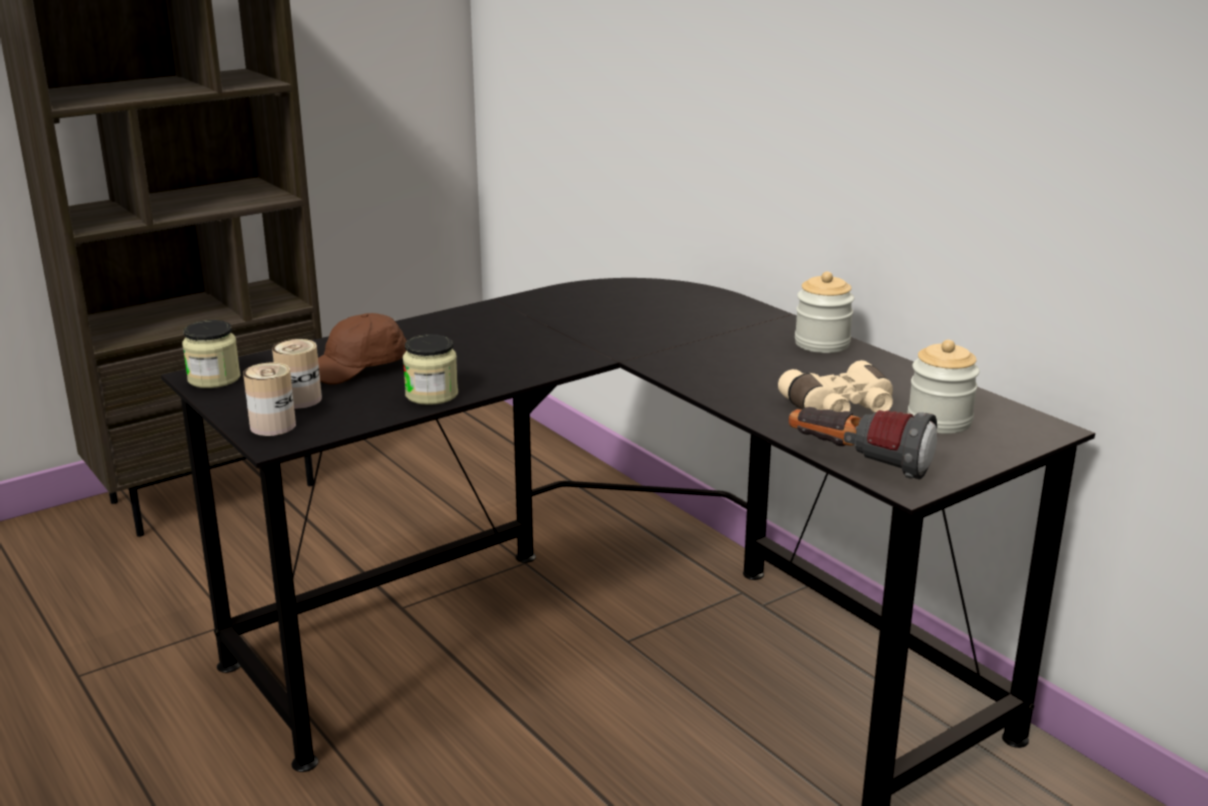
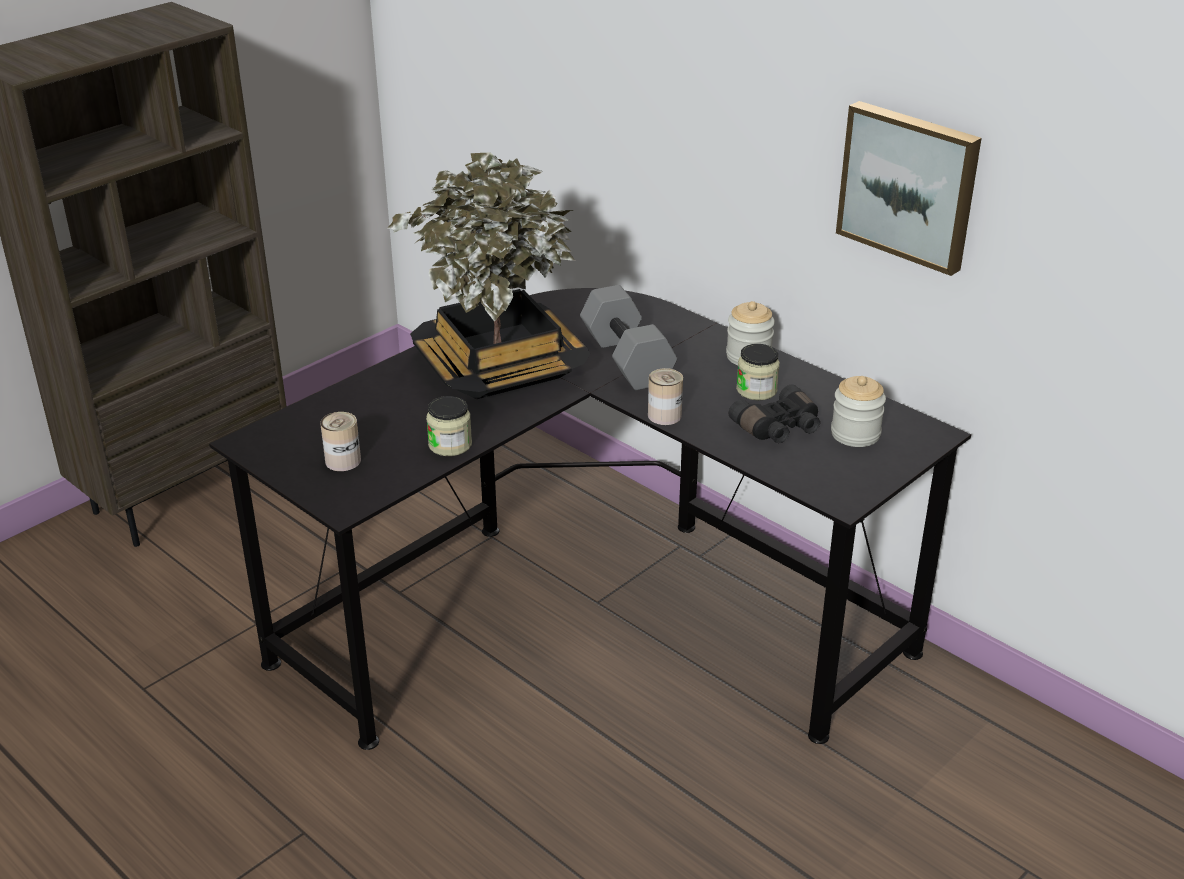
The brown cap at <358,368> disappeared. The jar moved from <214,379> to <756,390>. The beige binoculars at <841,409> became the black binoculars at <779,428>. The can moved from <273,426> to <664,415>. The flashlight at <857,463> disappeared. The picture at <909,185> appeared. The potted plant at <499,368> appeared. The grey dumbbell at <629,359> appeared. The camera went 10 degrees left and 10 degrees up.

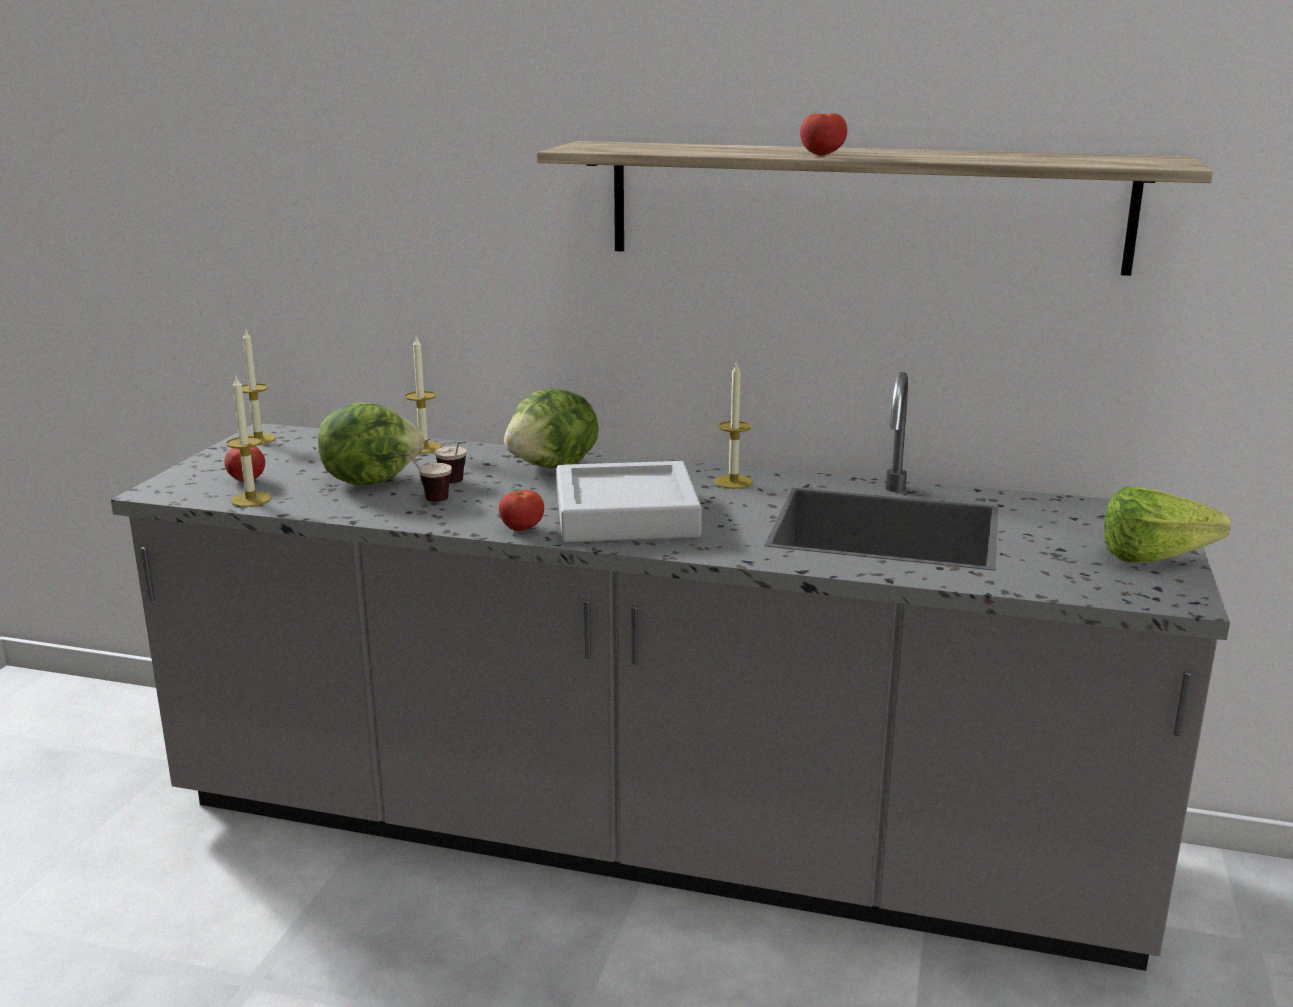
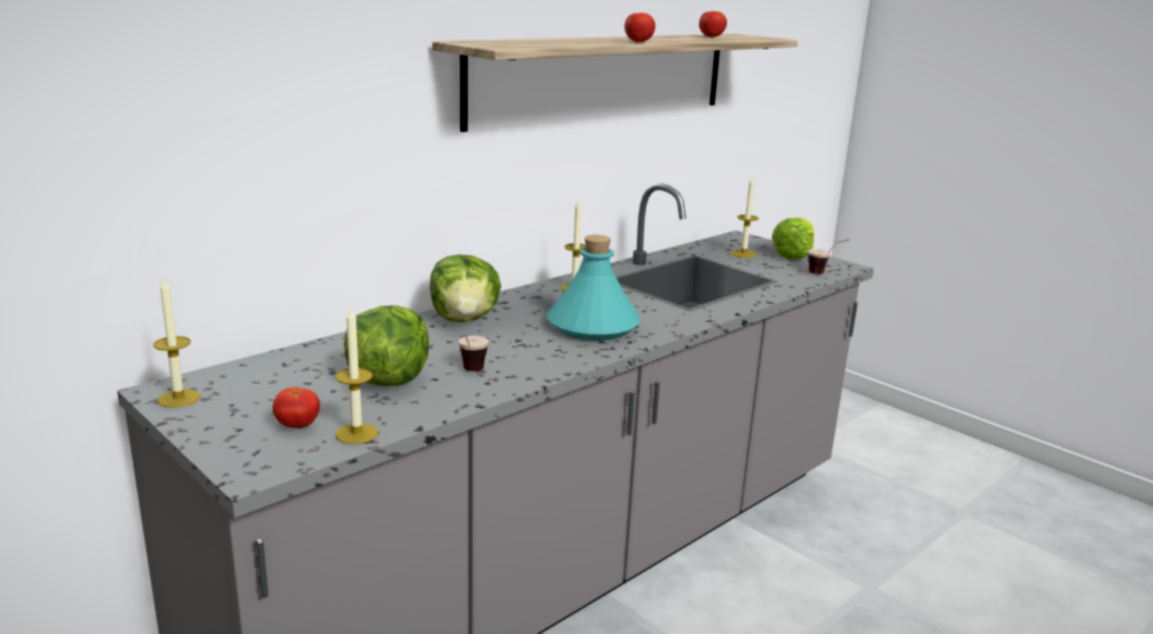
The candle moved from <423,447> to <743,254>. The cup moved from <457,484> to <825,272>. The grey tray at <626,515> was replaced by the turquoise bottle at <593,326>. The tomato moved from <522,529> to <711,37>. The camera went 60 degrees left and 0 degrees up.

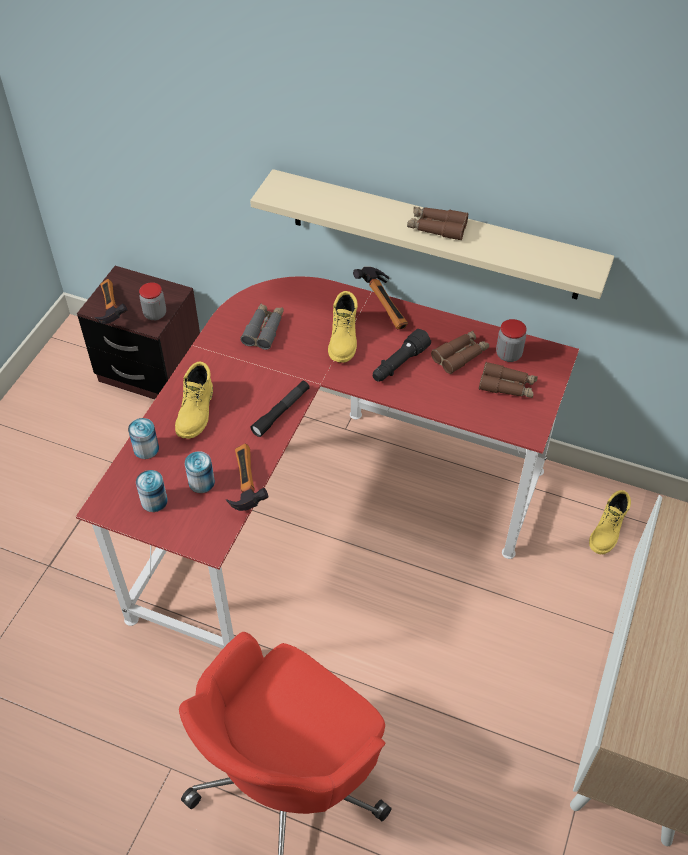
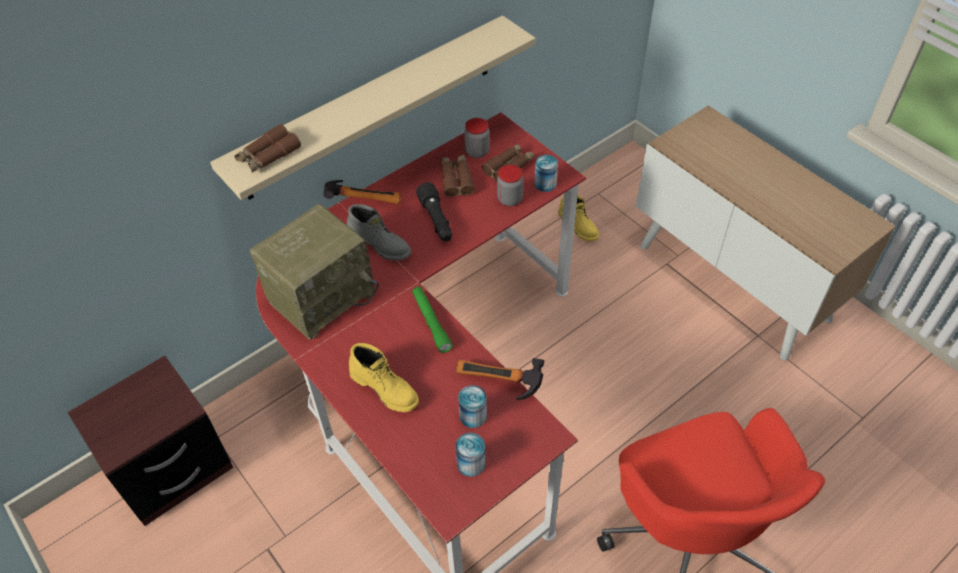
The brown binoculars moved from <436,228> to <268,156>. The hammer at <108,310> disappeared. The jar moved from <155,314> to <510,199>. The yellow boot at <344,340> became the grey boot at <380,244>. The grey binoculars at <264,330> was replaced by the radio at <322,296>. The black flashlight at <281,412> became the green flashlight at <431,322>. The can moved from <146,449> to <545,184>. The camera went 60 degrees left and 0 degrees up.

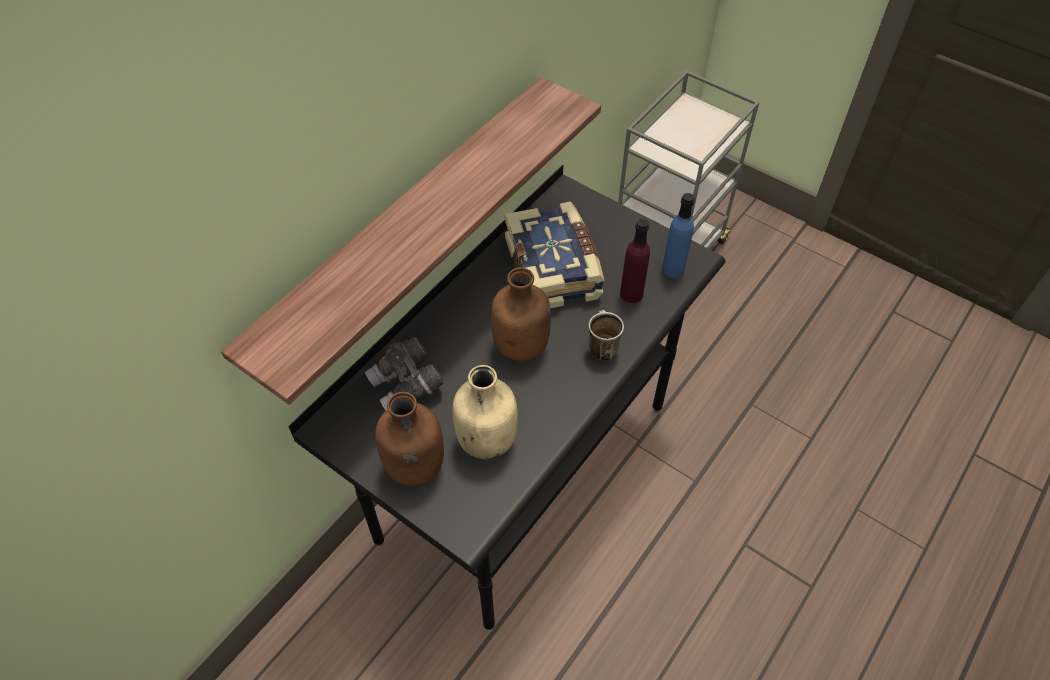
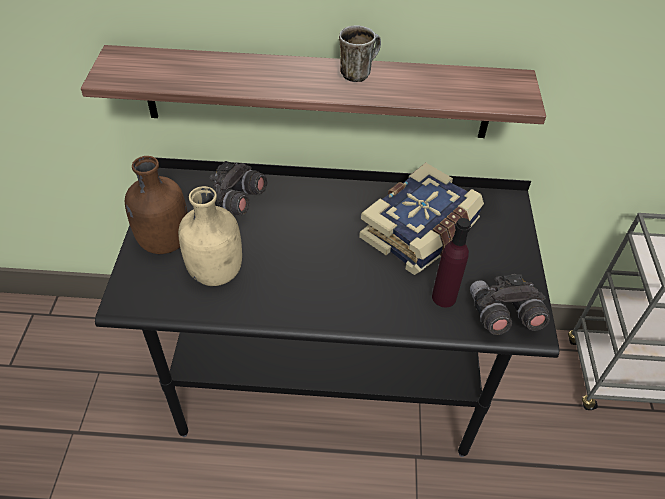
The blue bottle at <673,269> was replaced by the grey binoculars at <502,315>. The brown bottle at <522,346> disappeared. The mug moved from <601,346> to <358,72>. The camera went 55 degrees right and 5 degrees down.

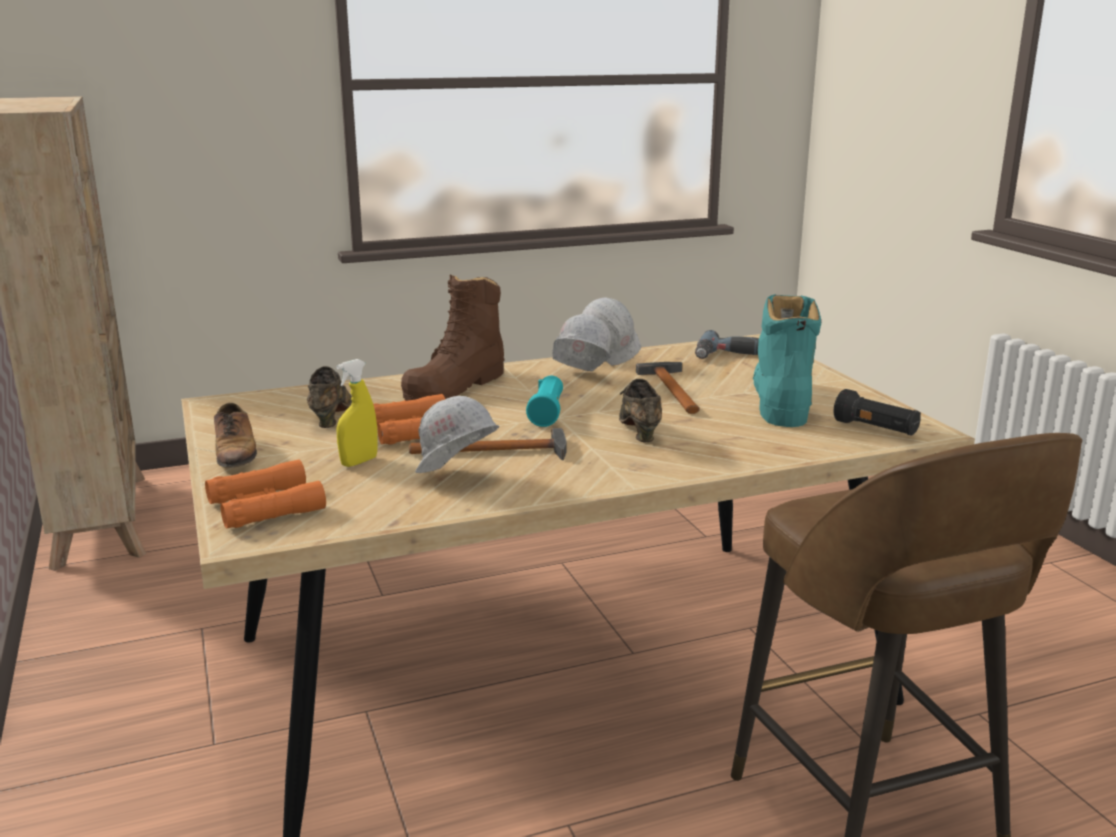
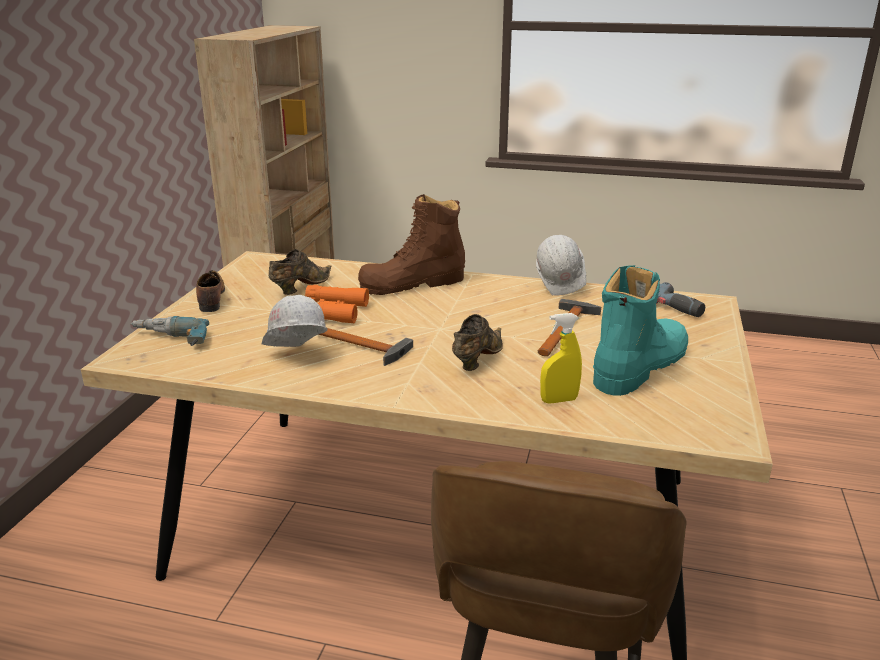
The white hard hat at <579,378> disappeared. The yellow spray bottle moved from <359,462> to <559,400>. The turquoise flashlight at <547,413> disappeared. The black flashlight at <876,429> disappeared. The shoe at <235,453> turned 150 degrees clockwise. The orange binoculars at <266,506> was replaced by the power drill at <167,341>. The camera went 35 degrees right and 5 degrees up.

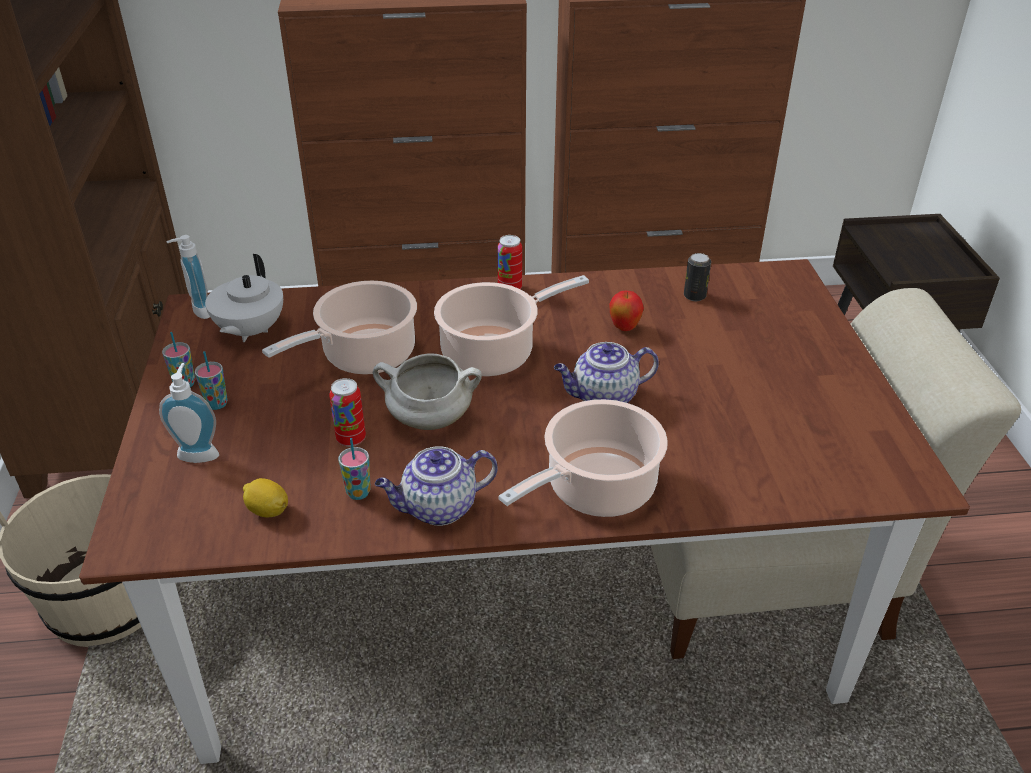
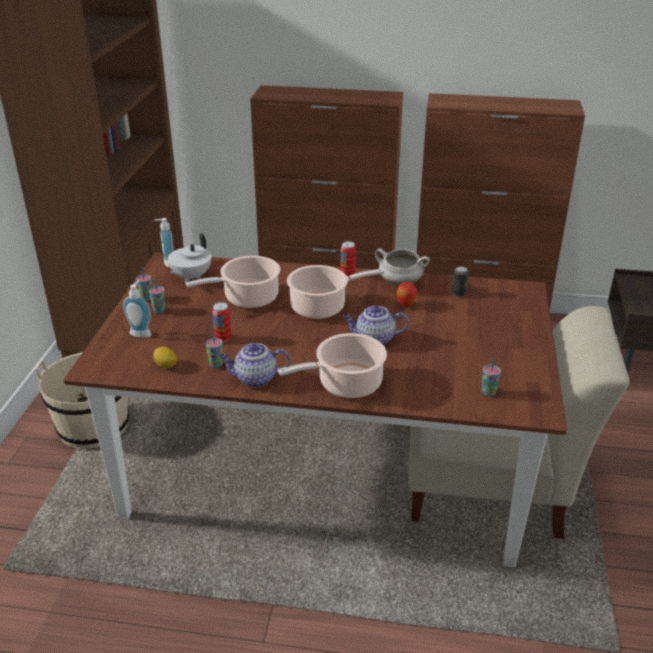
The white cooking pot moved from <428,420> to <399,283>. The cup at <488,392> appeared. The camera went 15 degrees right and 5 degrees down.

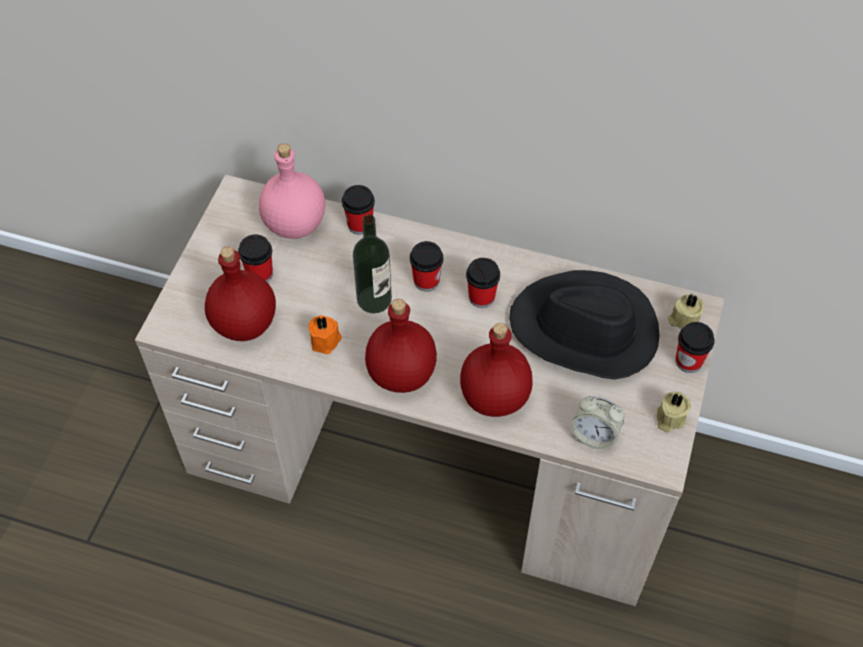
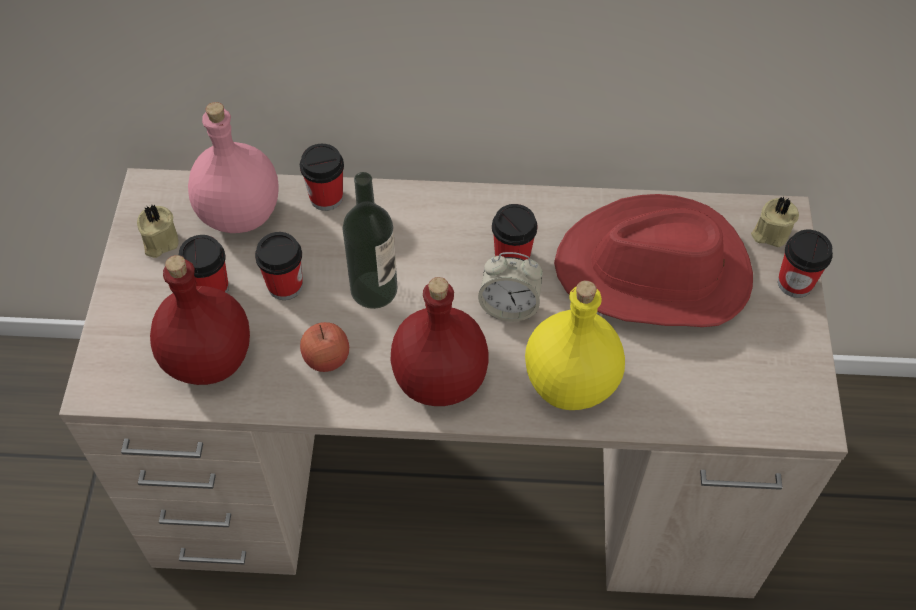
The cup moved from <426,281> to <285,286>. The black hat at <584,330> became the red hat at <654,272>. The orange candle at <326,341> was replaced by the apple at <326,358>. The red bottle at <493,396> became the yellow bottle at <568,383>. The beige candle moved from <669,418> to <159,242>. The alarm clock moved from <594,435> to <509,307>. The camera went 15 degrees left and 0 degrees up.

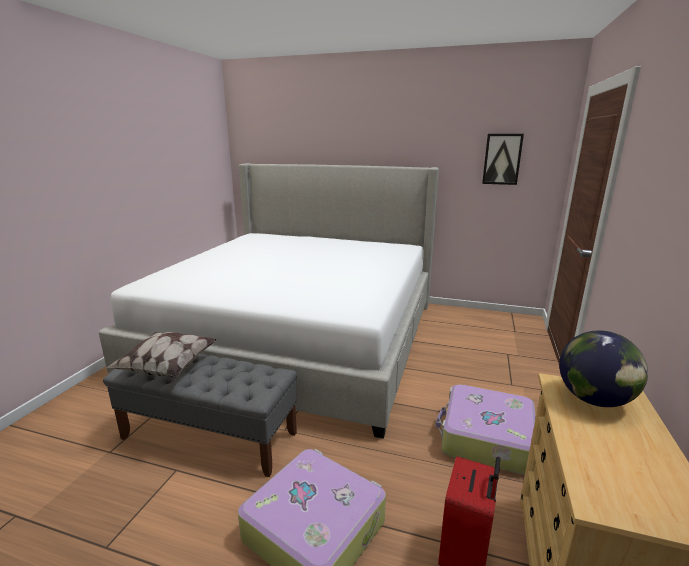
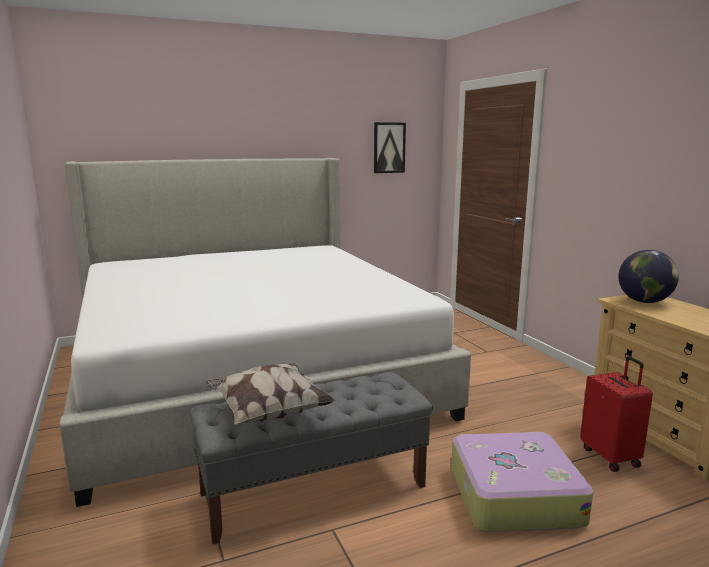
The suitcase at <485,438> disappeared. The camera went 40 degrees left and 5 degrees down.

